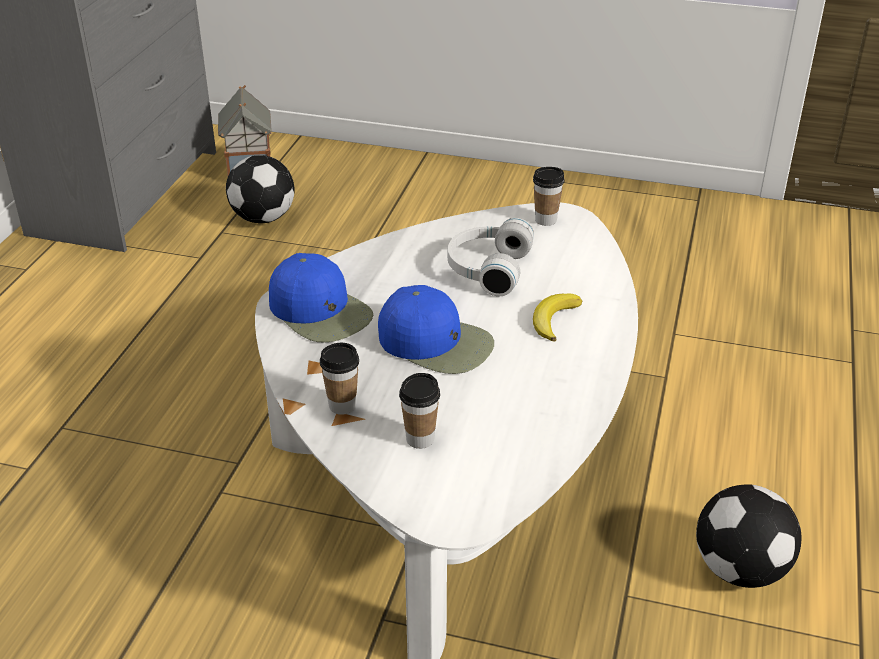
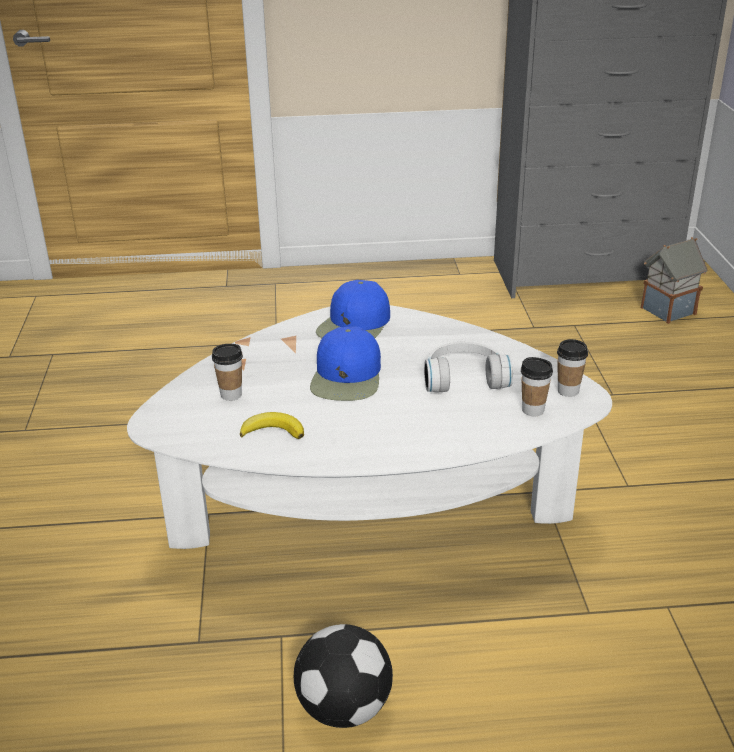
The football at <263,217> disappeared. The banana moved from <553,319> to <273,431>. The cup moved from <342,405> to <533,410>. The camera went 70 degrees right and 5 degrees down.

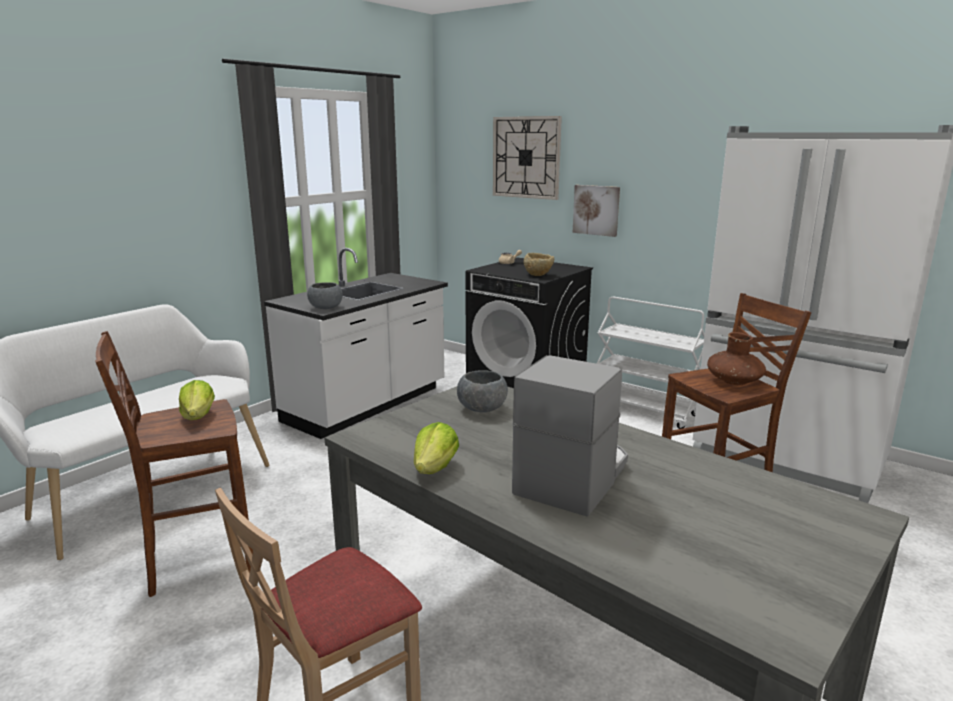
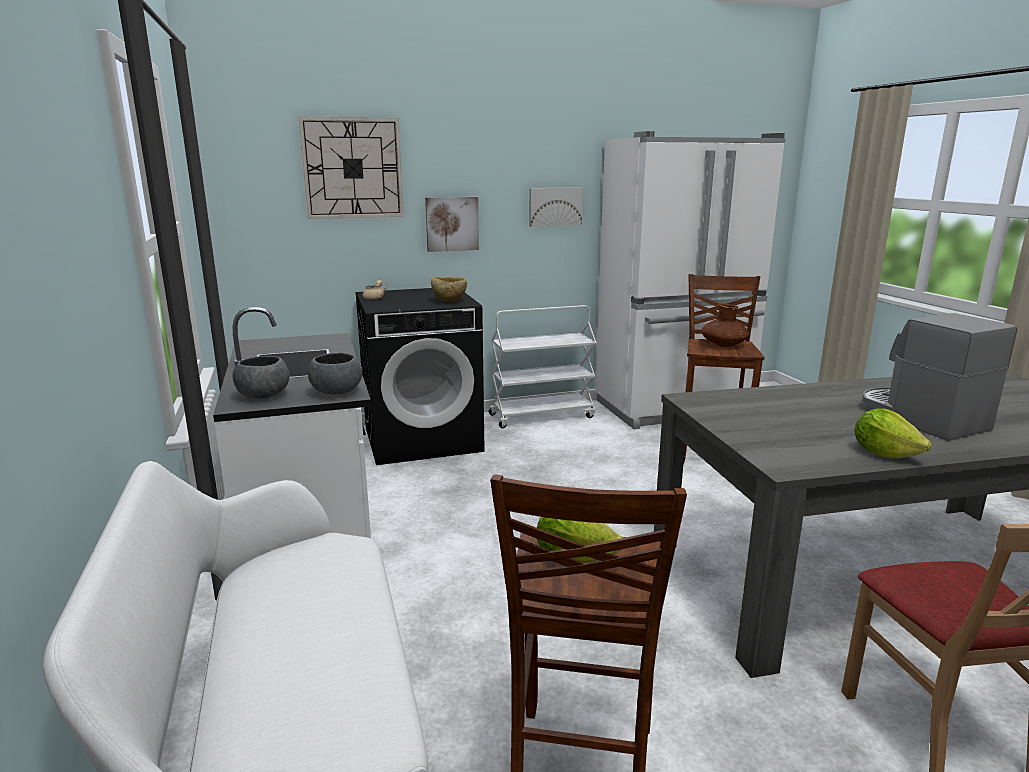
The grey bowl moved from <482,408> to <264,395>. The picture at <555,206> appeared. The camera went 55 degrees left and 0 degrees up.

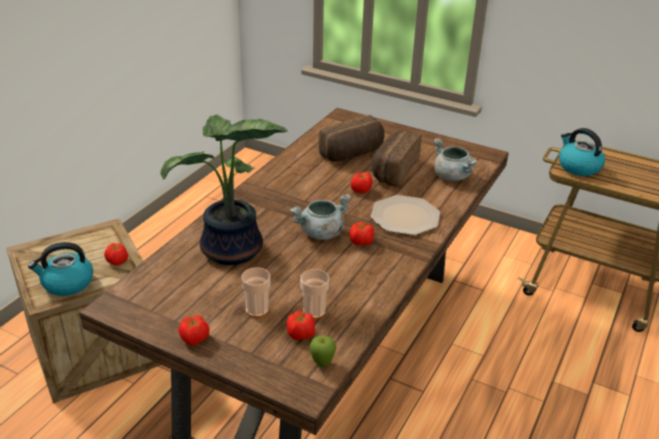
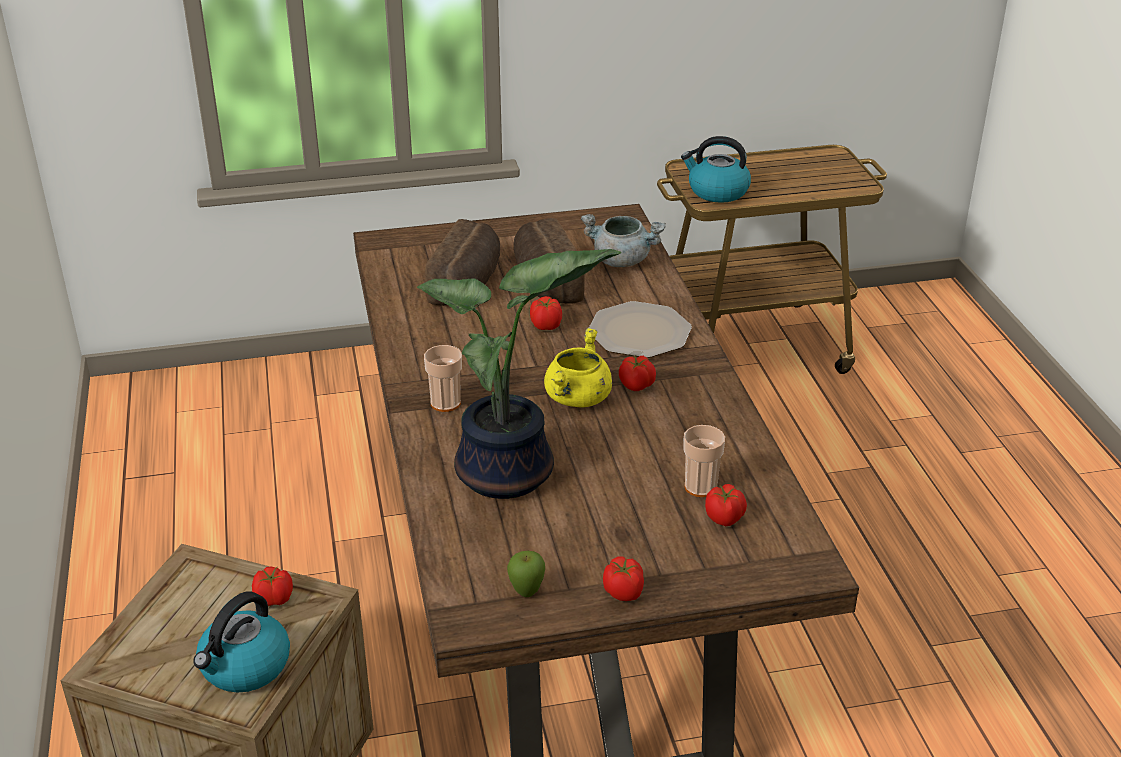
The grey cooking pot at <321,233> became the yellow cooking pot at <578,399>. The cup moved from <257,310> to <445,403>. The apple moved from <322,364> to <526,593>. The camera went 40 degrees left and 0 degrees up.

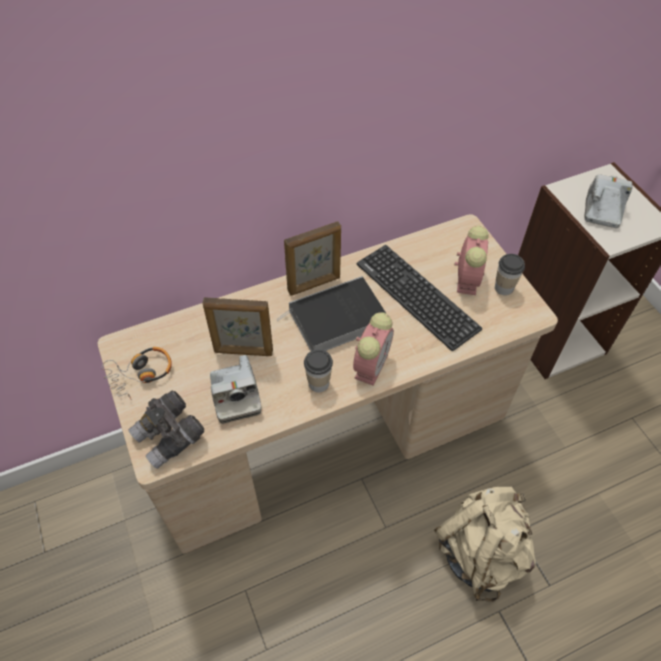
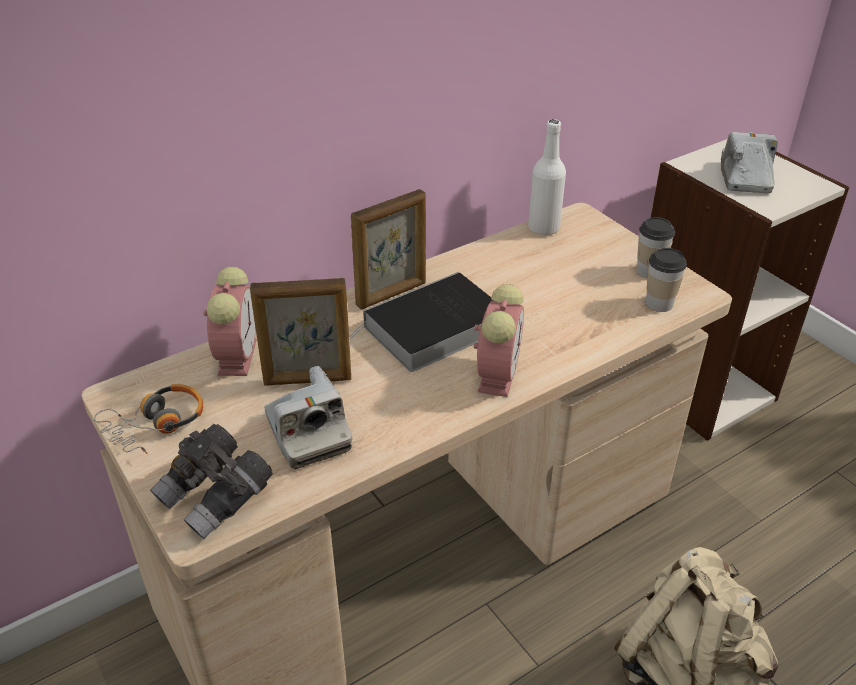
The alarm clock moved from <467,278> to <237,355>. The keyboard at <416,296> disappeared. The cup moved from <318,383> to <659,303>. The white bottle at <543,228> appeared. The camera went 10 degrees left and 15 degrees down.

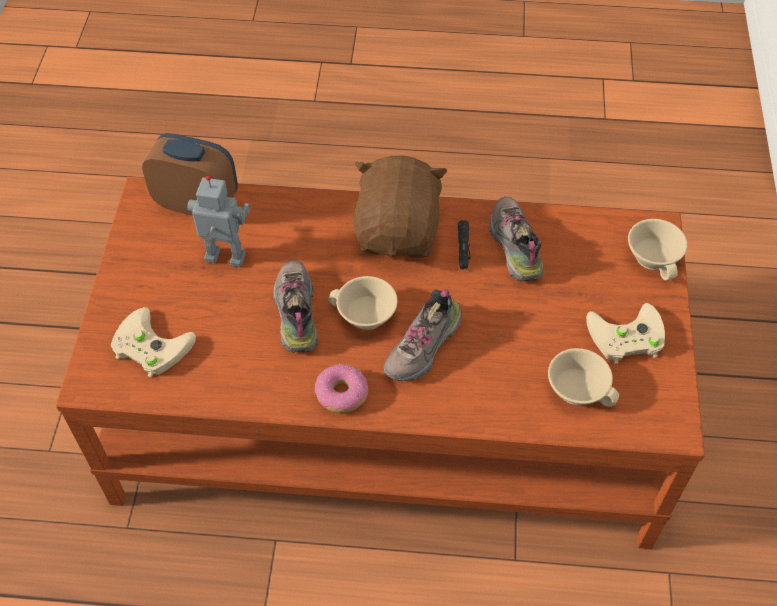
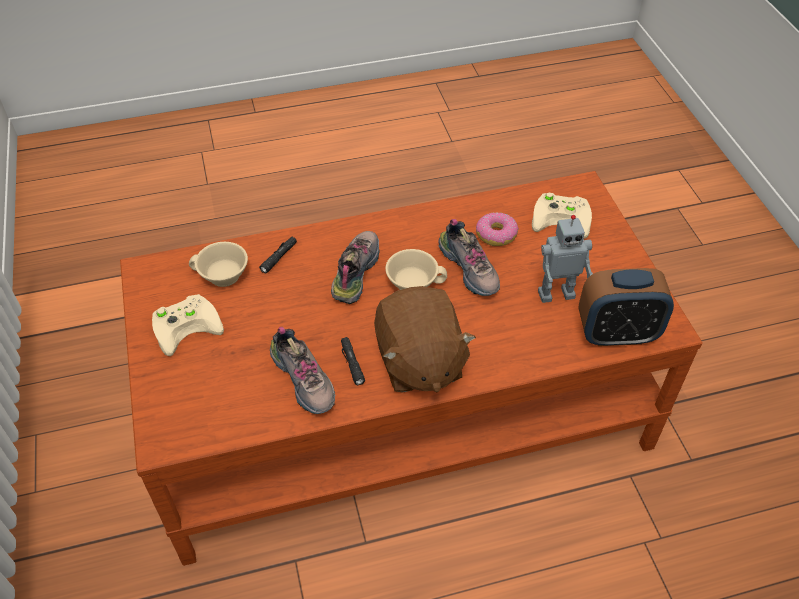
The beige cup at <655,257> disappeared. The donut moved from <341,393> to <496,234>. The black flashlight at <279,257> appeared. The camera went 160 degrees right and 5 degrees down.

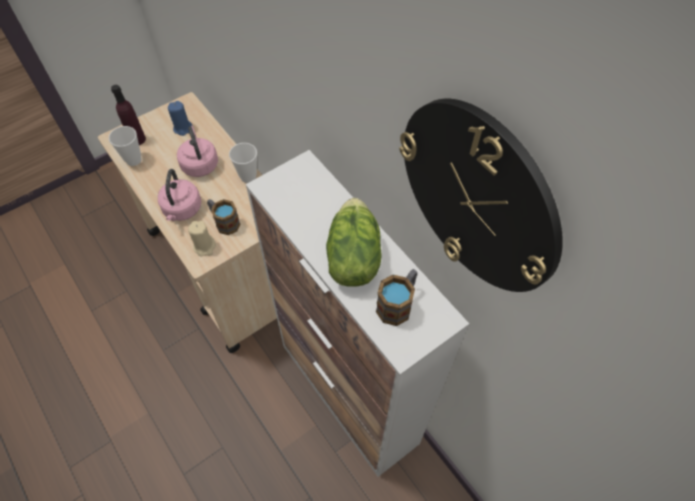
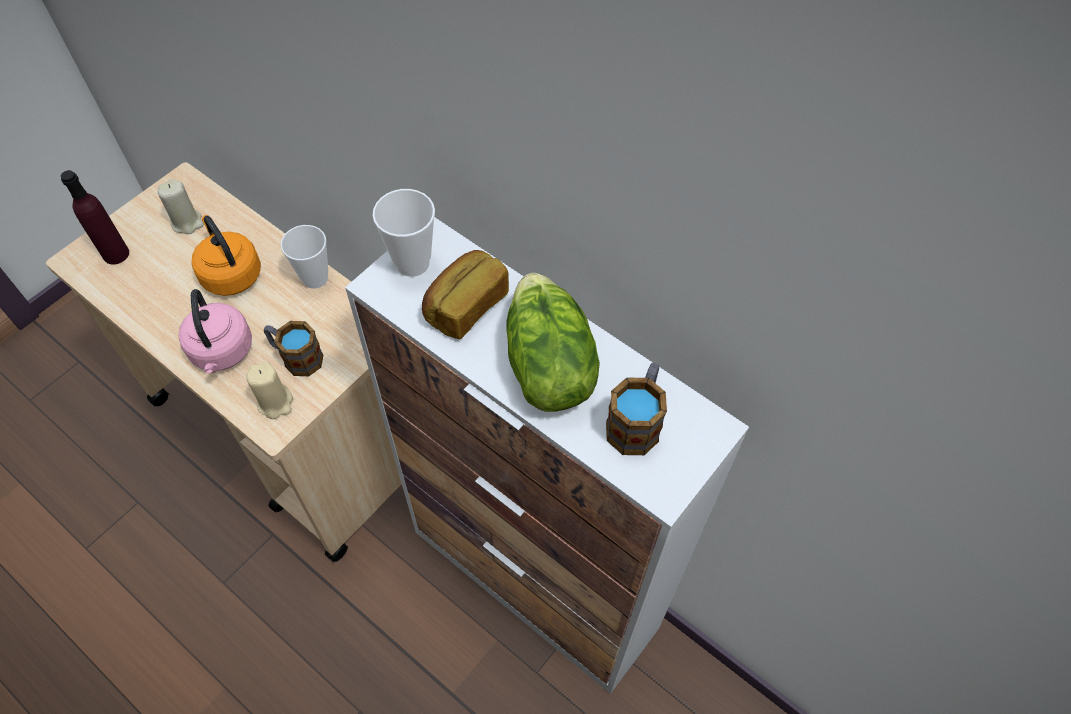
The wall clock at <478,197> disappeared. The blue candle at <183,128> became the beige candle at <187,222>. The cup moved from <133,160> to <412,263>. The pink kettle at <199,164> became the orange kettle at <230,273>. The bread at <465,305> appeared. The camera went 15 degrees left and 0 degrees up.

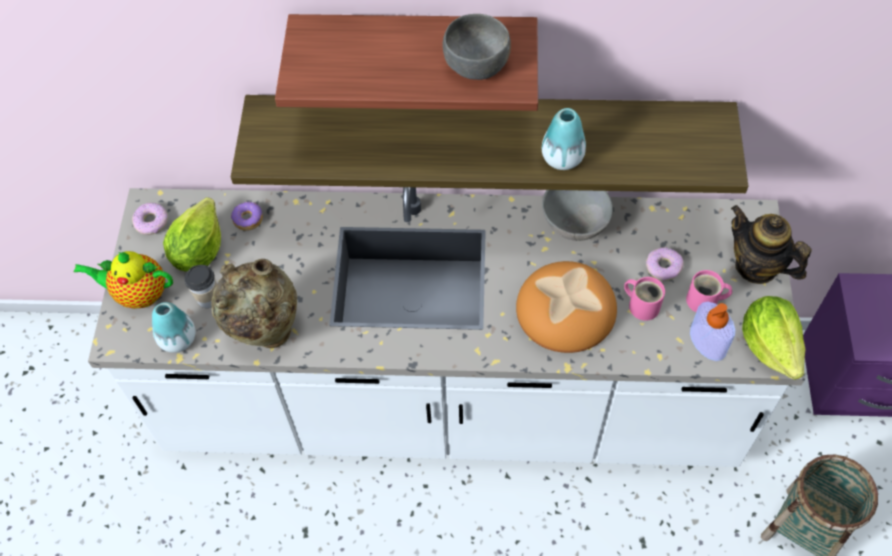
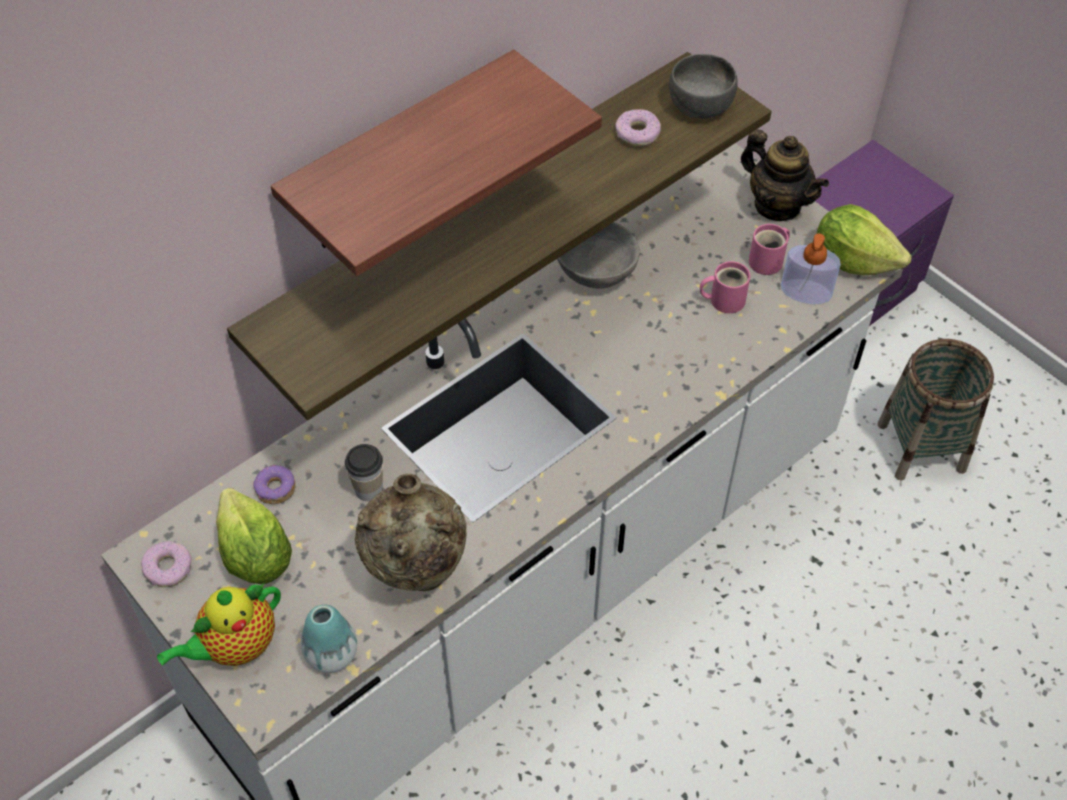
The grey bowl moved from <477,65> to <701,106>. The vase at <562,158> disappeared. The teapot at <756,266> turned 135 degrees counterclockwise. The donut moved from <663,267> to <637,134>. The bread at <565,311> disappeared. The cup moved from <208,298> to <368,489>. The camera went 45 degrees left and 5 degrees down.

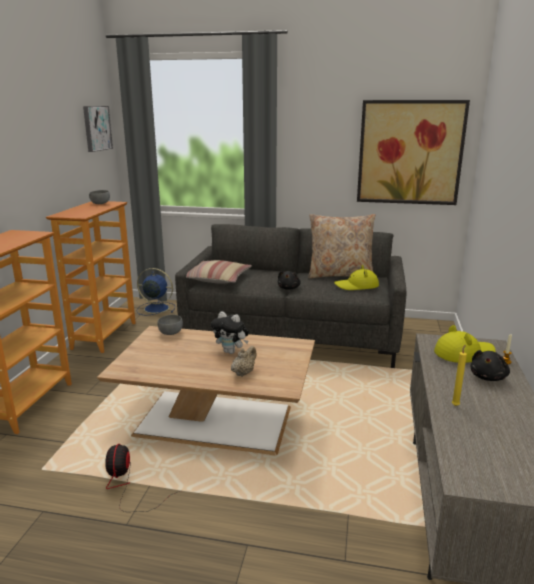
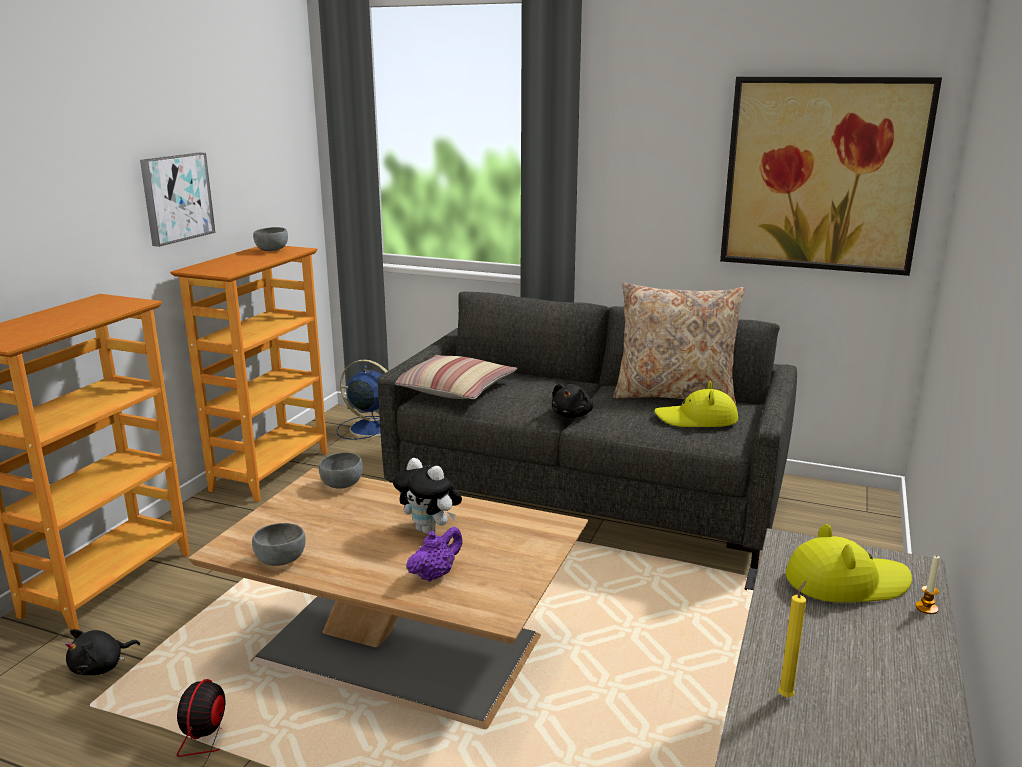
The picture moved from <96,128> to <176,198>. The beige teapot at <243,373> became the purple teapot at <435,574>. The black plush toy moved from <488,377> to <101,667>. The grey bowl at <280,560> appeared. The camera went 10 degrees right and 0 degrees up.

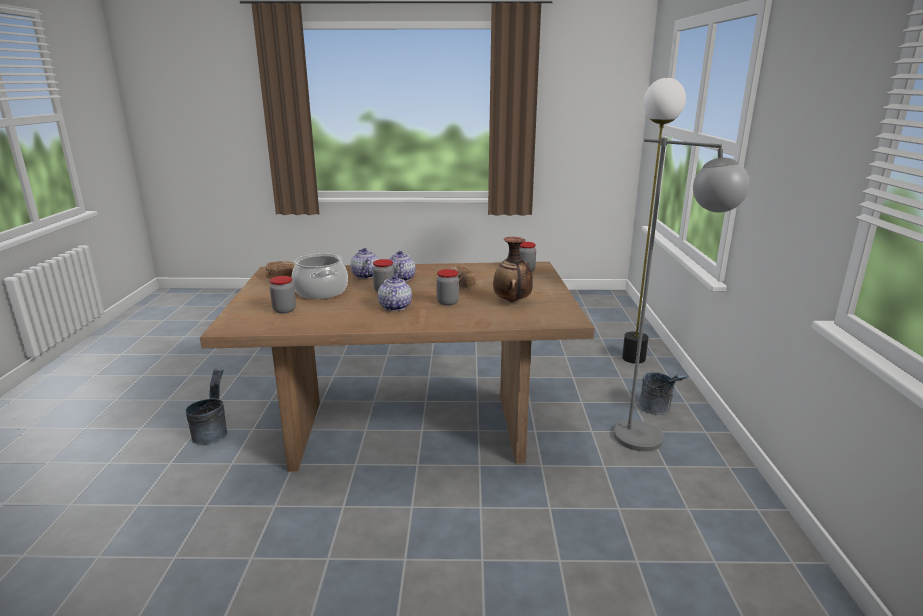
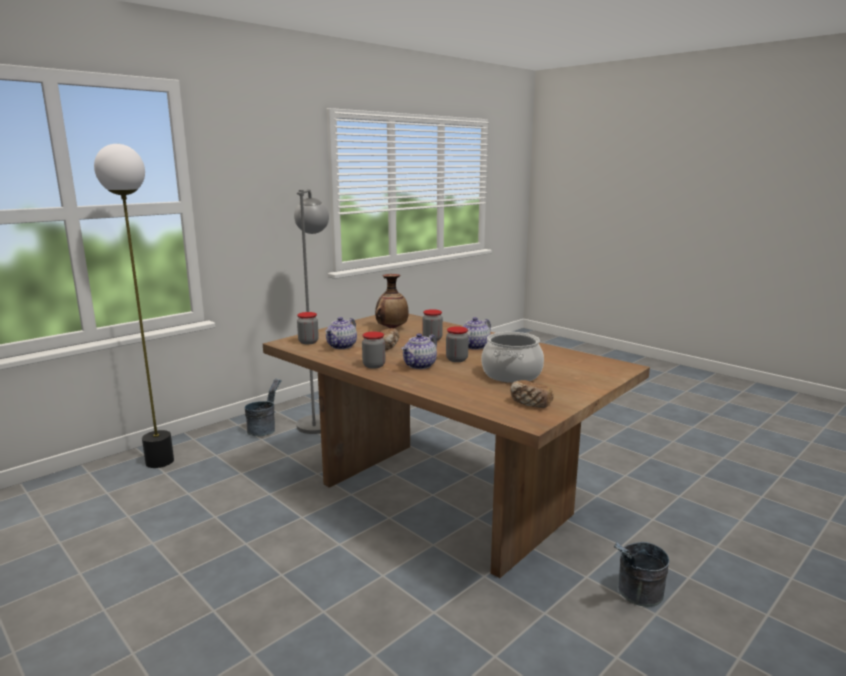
The teapot moved from <365,275> to <342,346>. The jar moved from <284,310> to <374,365>. The camera went 135 degrees left and 5 degrees down.

